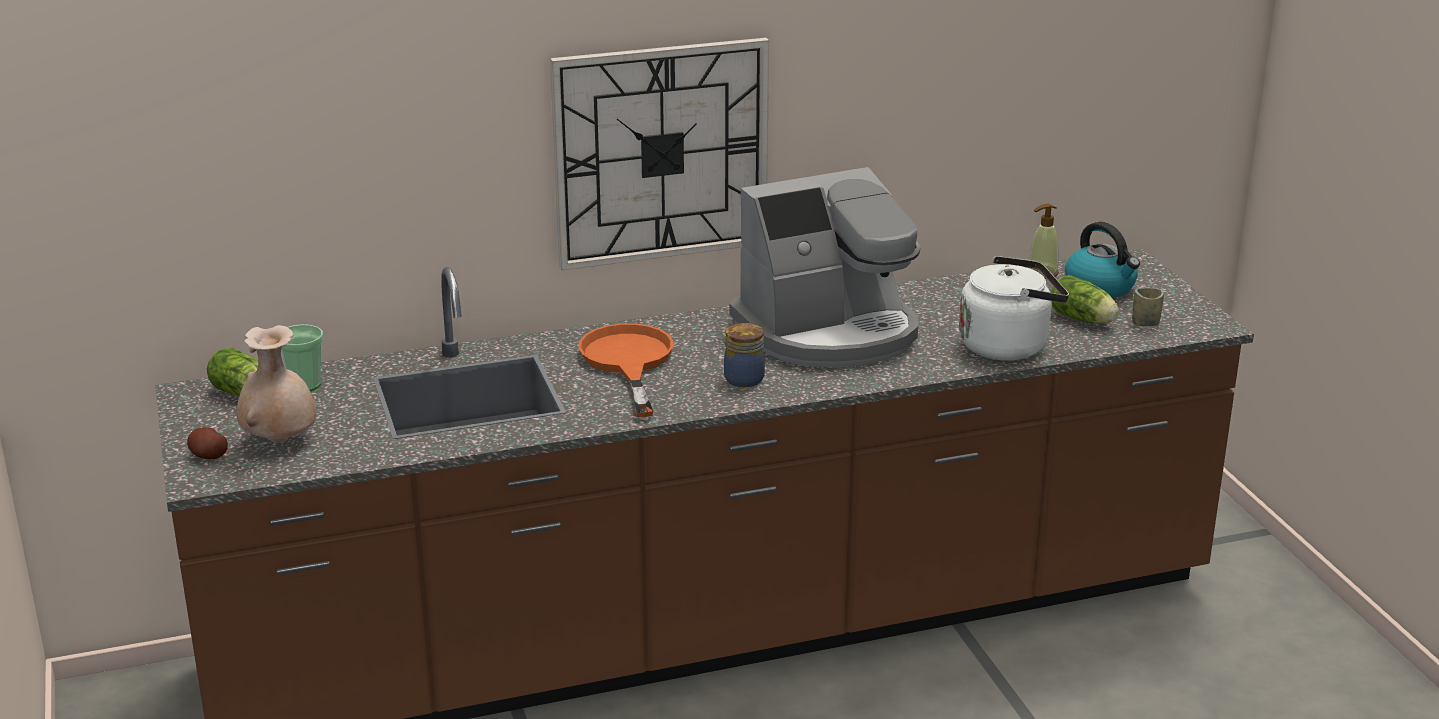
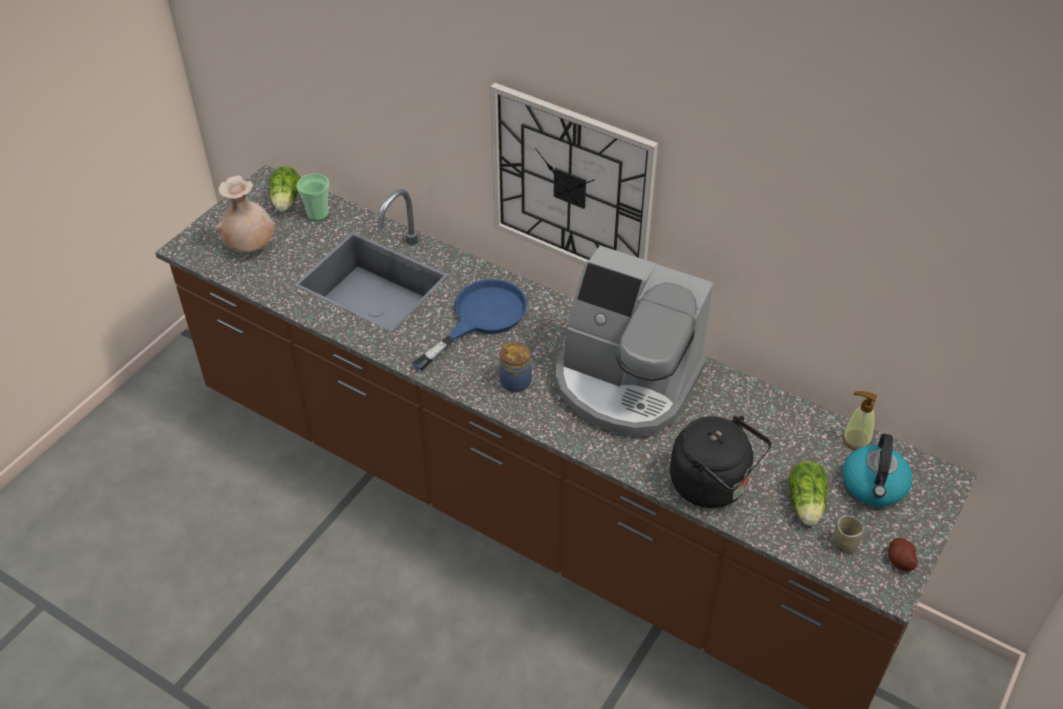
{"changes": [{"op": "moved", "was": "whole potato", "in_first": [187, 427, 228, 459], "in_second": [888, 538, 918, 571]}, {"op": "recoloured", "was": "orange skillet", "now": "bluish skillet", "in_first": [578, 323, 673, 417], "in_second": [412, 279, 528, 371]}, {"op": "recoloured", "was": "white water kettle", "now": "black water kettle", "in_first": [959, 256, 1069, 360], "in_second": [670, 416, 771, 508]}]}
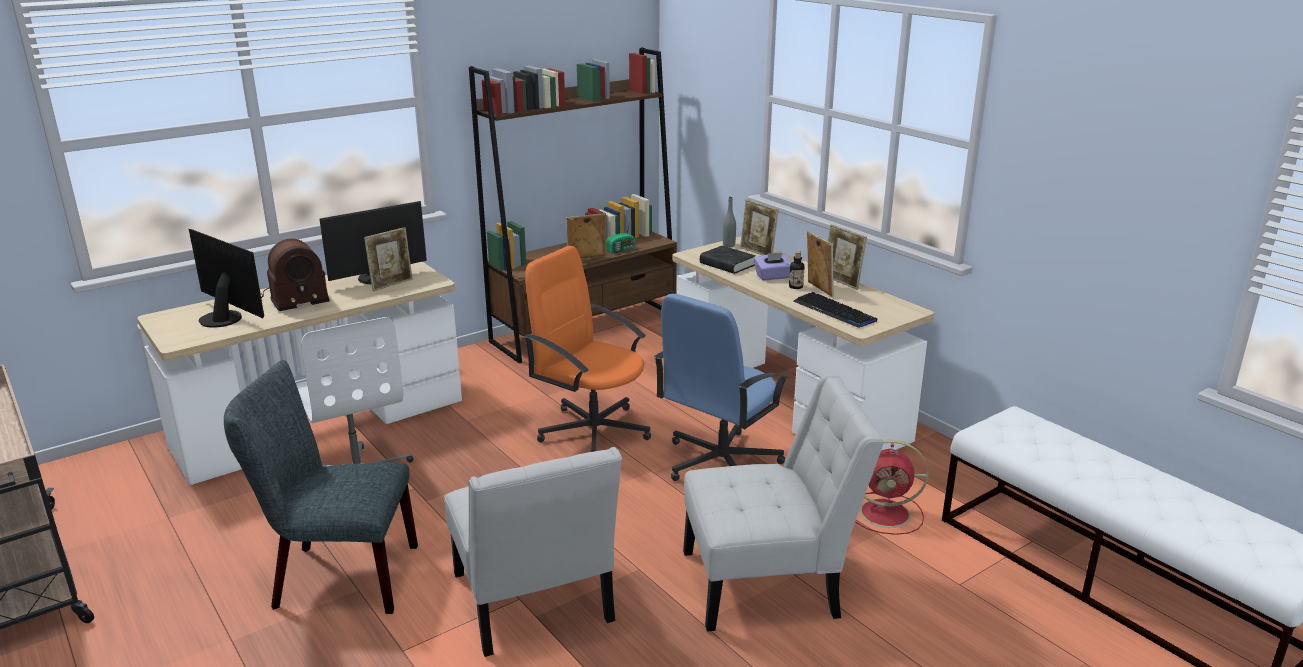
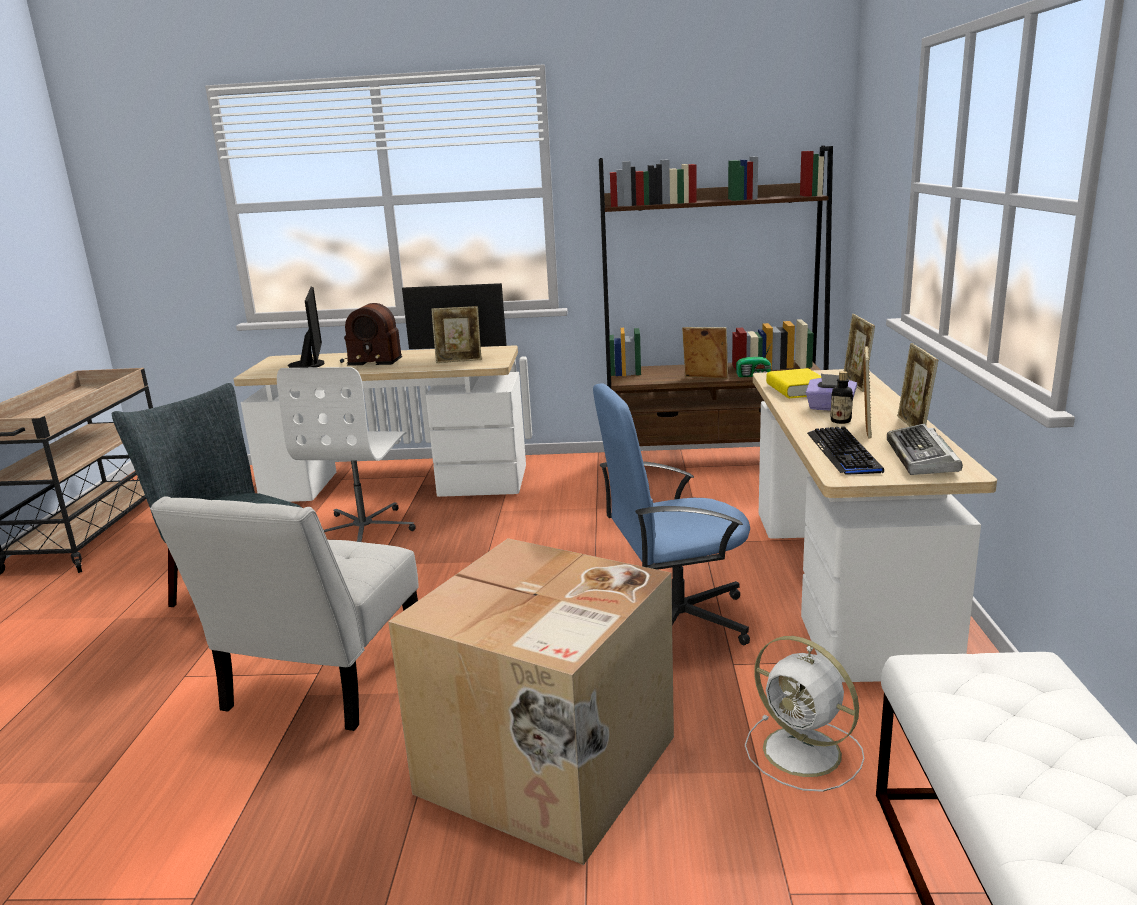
{"changes": [{"op": "removed", "was": "orange desk chair", "in_first": [524, 246, 651, 452]}, {"op": "removed", "was": "grey beverage bottle", "in_first": [723, 197, 736, 247]}, {"op": "added", "now": "keyboard", "in_second": [887, 424, 963, 475]}, {"op": "replaced", "was": "white plain chair", "now": "packing box", "in_first": [683, 375, 884, 632], "in_second": [388, 538, 674, 865]}, {"op": "recoloured", "was": "black volume", "now": "yellowish volume", "in_first": [700, 246, 756, 274], "in_second": [766, 368, 821, 398]}, {"op": "recoloured", "was": "red electric fan", "now": "white electric fan", "in_first": [855, 440, 928, 535], "in_second": [745, 636, 864, 792]}]}
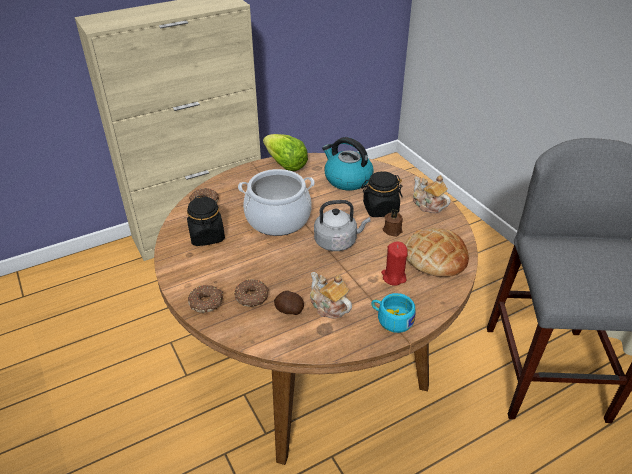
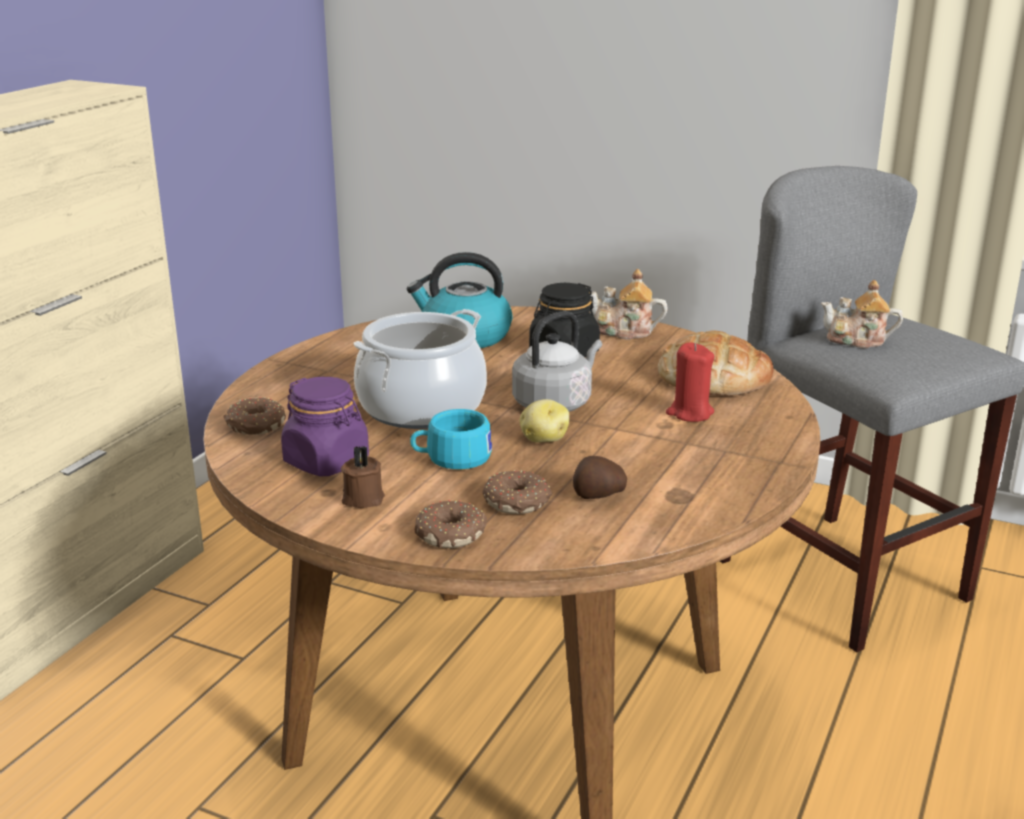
{"changes": [{"op": "removed", "was": "lettuce head", "in_first": [263, 134, 308, 171]}, {"op": "added", "now": "whole potato", "in_second": [520, 399, 569, 443]}, {"op": "moved", "was": "teapot", "in_first": [310, 272, 352, 319], "in_second": [821, 280, 903, 348]}, {"op": "moved", "was": "blue-green small cup", "in_first": [371, 293, 415, 333], "in_second": [410, 409, 492, 469]}, {"op": "moved", "was": "brown candle", "in_first": [383, 209, 403, 237], "in_second": [341, 446, 385, 508]}, {"op": "recoloured", "was": "black jar", "now": "purple-coloured jar", "in_first": [187, 195, 225, 246], "in_second": [281, 377, 369, 476]}]}
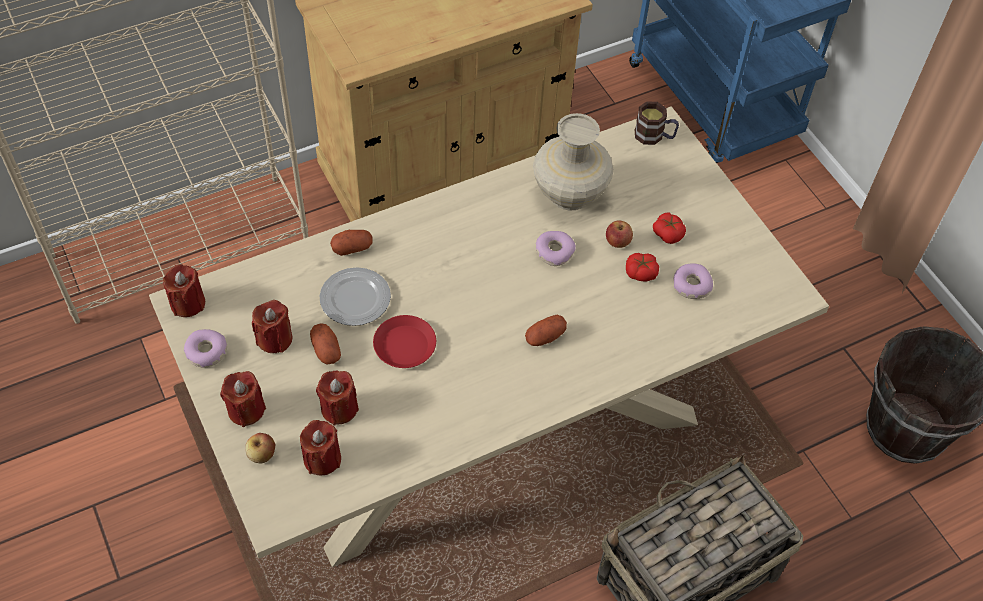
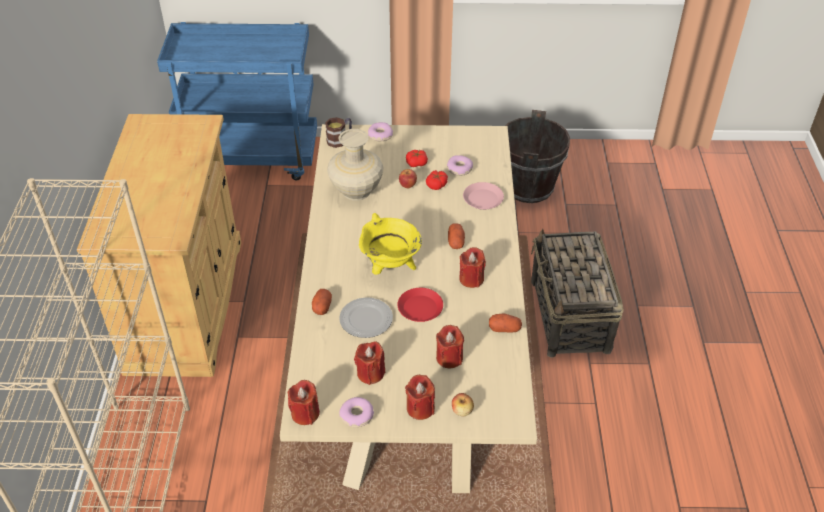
{"changes": [{"op": "added", "now": "yellowish saucepot", "in_second": [359, 213, 422, 275]}, {"op": "added", "now": "pink plate", "in_second": [463, 182, 504, 210]}, {"op": "moved", "was": "red candle", "in_first": [300, 420, 341, 475], "in_second": [459, 247, 486, 288]}, {"op": "moved", "was": "whole potato", "in_first": [310, 323, 341, 365], "in_second": [489, 314, 522, 332]}, {"op": "moved", "was": "donut", "in_first": [536, 231, 576, 266], "in_second": [368, 122, 393, 141]}]}
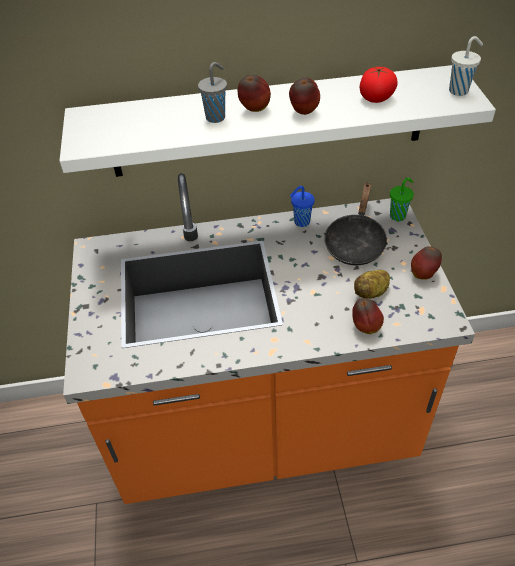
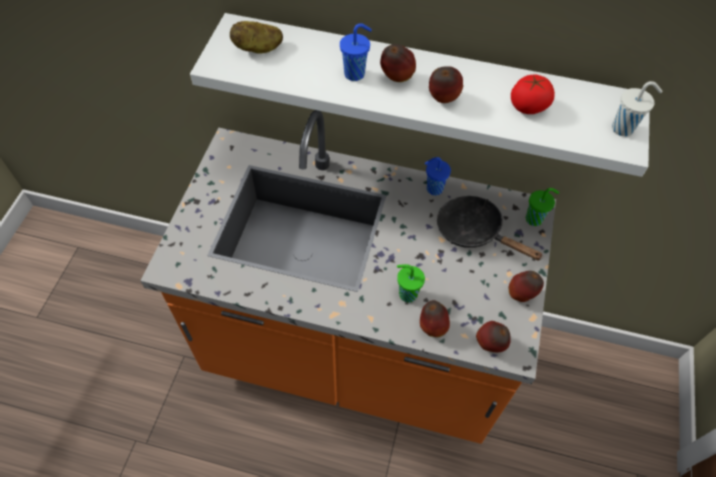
{"changes": [{"op": "added", "now": "greenish small cup", "in_second": [397, 264, 425, 303]}, {"op": "added", "now": "apple fruit", "in_second": [476, 321, 511, 353]}, {"op": "moved", "was": "whole potato", "in_first": [354, 270, 390, 299], "in_second": [230, 21, 283, 54]}, {"op": "recoloured", "was": "grey small cup", "now": "bluish small cup", "in_first": [198, 62, 227, 123], "in_second": [340, 23, 372, 81]}, {"op": "turned", "was": "black skillet", "in_first": [324, 182, 388, 265], "in_second": [437, 196, 544, 260], "clockwise": 90}]}
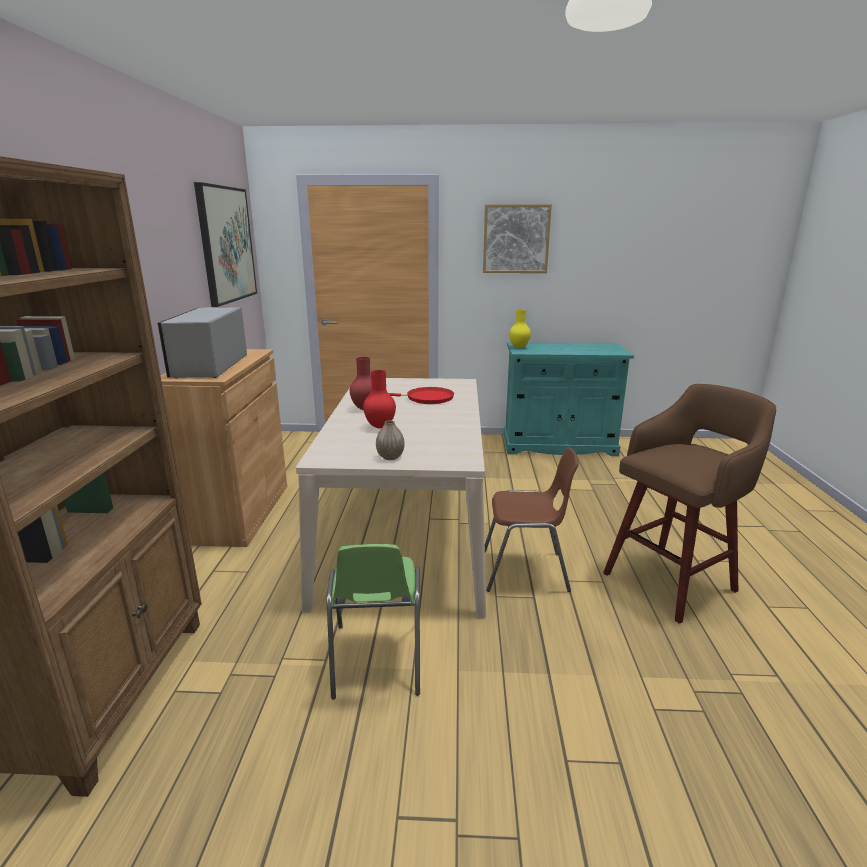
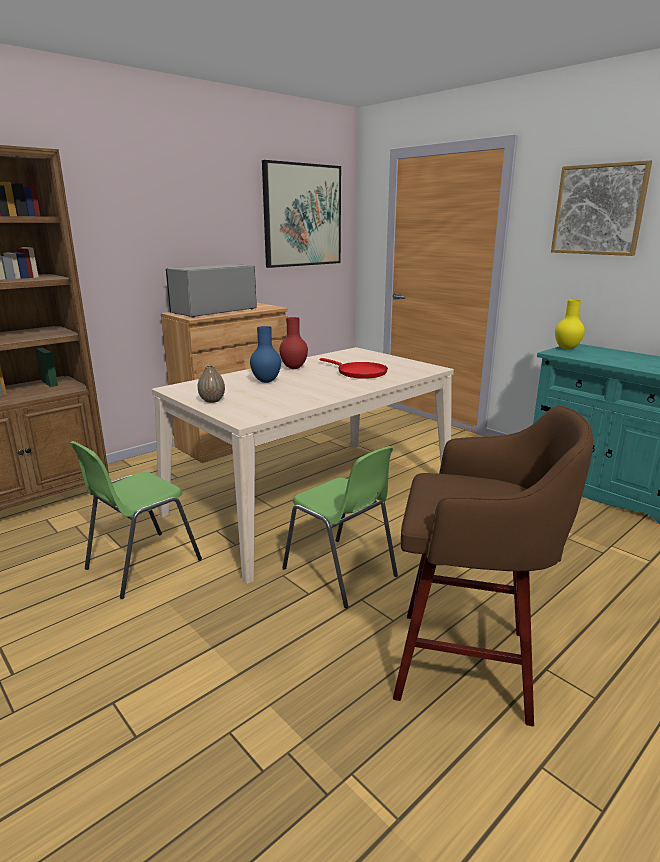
{"changes": [{"op": "recoloured", "was": "red decorative vase", "now": "bluish decorative vase", "in_first": [363, 370, 396, 429], "in_second": [250, 326, 281, 383]}, {"op": "recoloured", "was": "brown plain chair", "now": "greenish plain chair", "in_first": [485, 447, 579, 592], "in_second": [282, 446, 398, 608]}]}
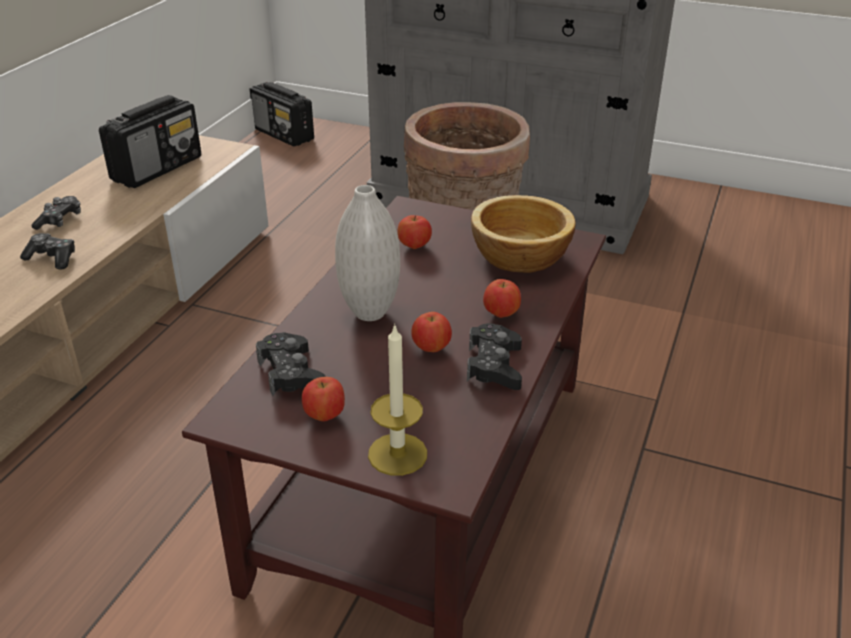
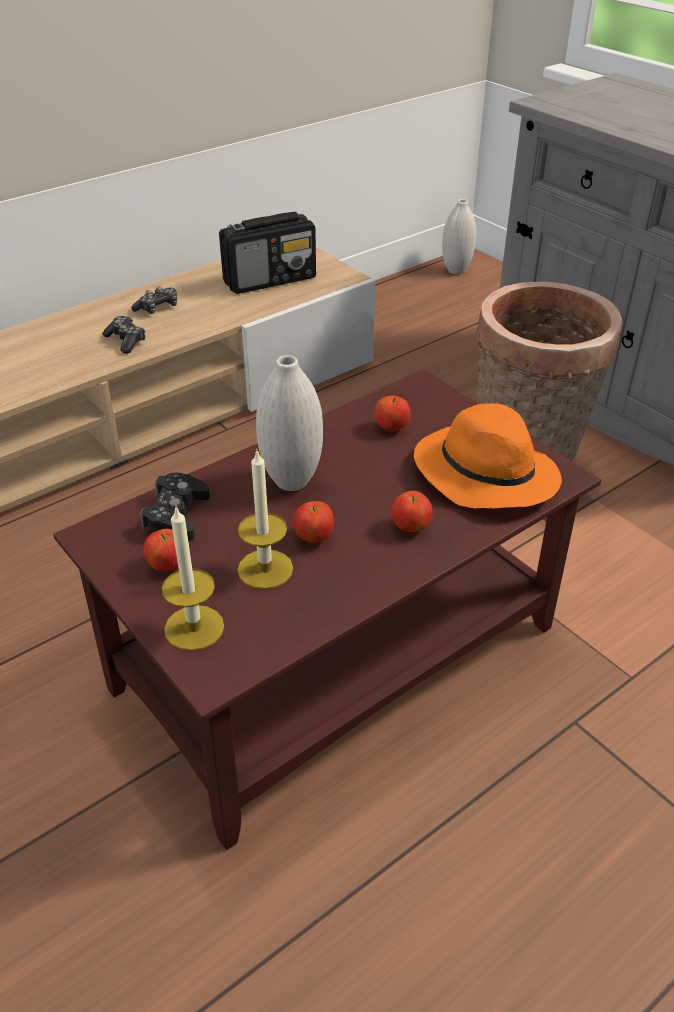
{"changes": [{"op": "removed", "was": "black joypad", "in_first": [467, 323, 522, 390]}, {"op": "added", "now": "candle", "in_second": [238, 449, 293, 589]}, {"op": "replaced", "was": "radio", "now": "white decorative vase", "in_first": [249, 82, 314, 147], "in_second": [442, 199, 476, 274]}, {"op": "replaced", "was": "deep dish", "now": "orange clothing hat", "in_first": [471, 195, 576, 273], "in_second": [414, 403, 562, 508]}]}
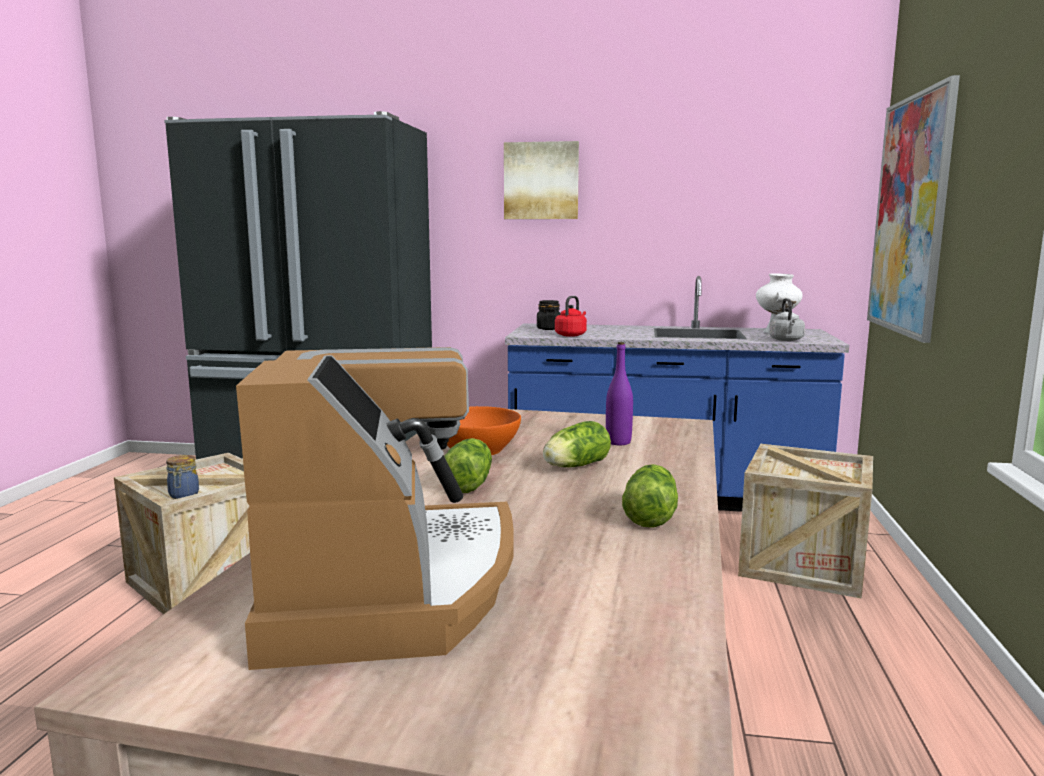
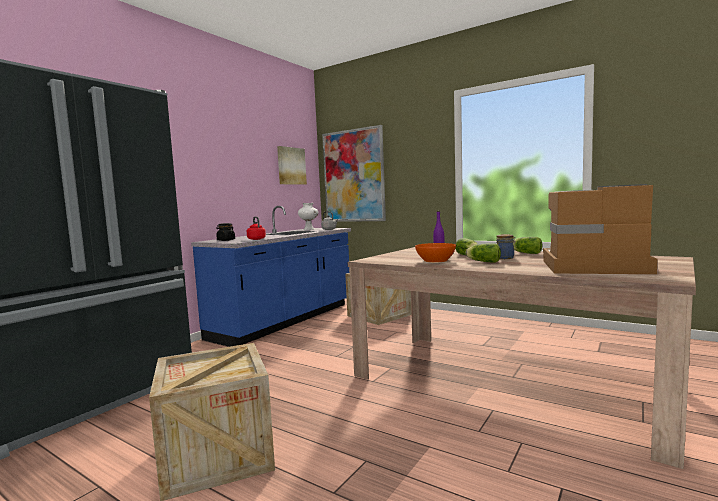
{"changes": [{"op": "moved", "was": "jar", "in_first": [166, 455, 199, 499], "in_second": [496, 234, 516, 259]}, {"op": "moved", "was": "picture", "in_first": [504, 141, 579, 219], "in_second": [277, 146, 307, 185]}]}
